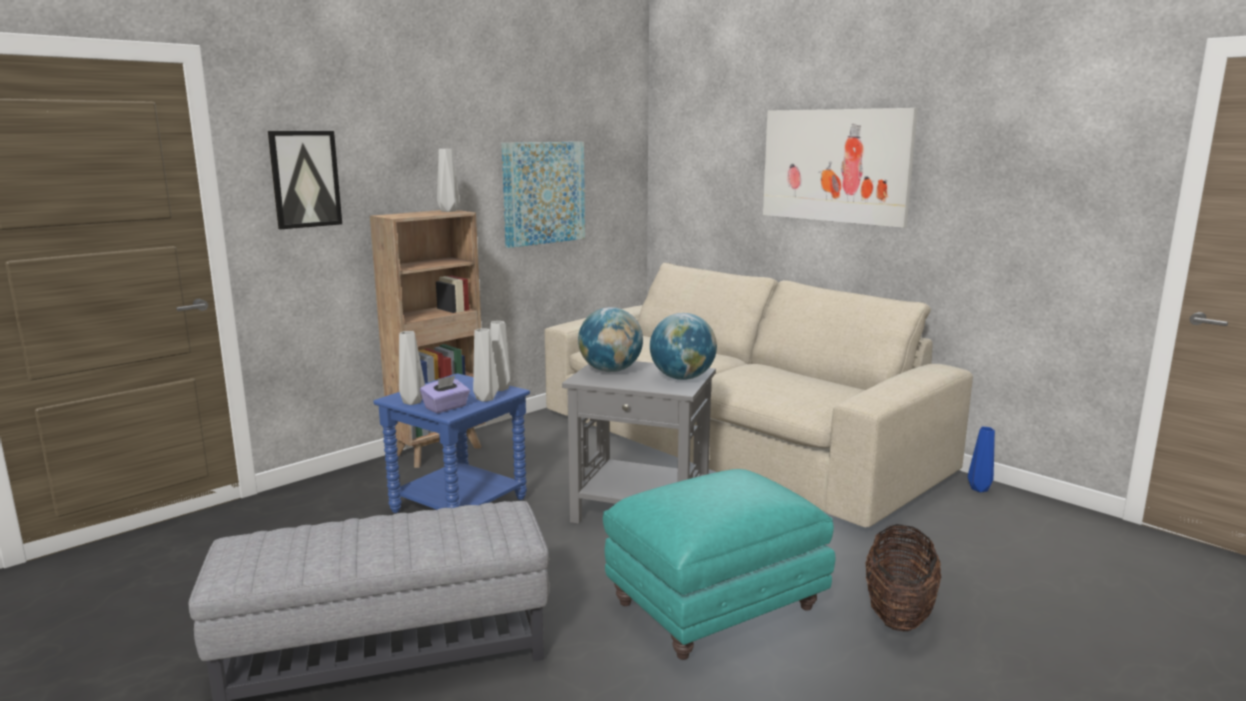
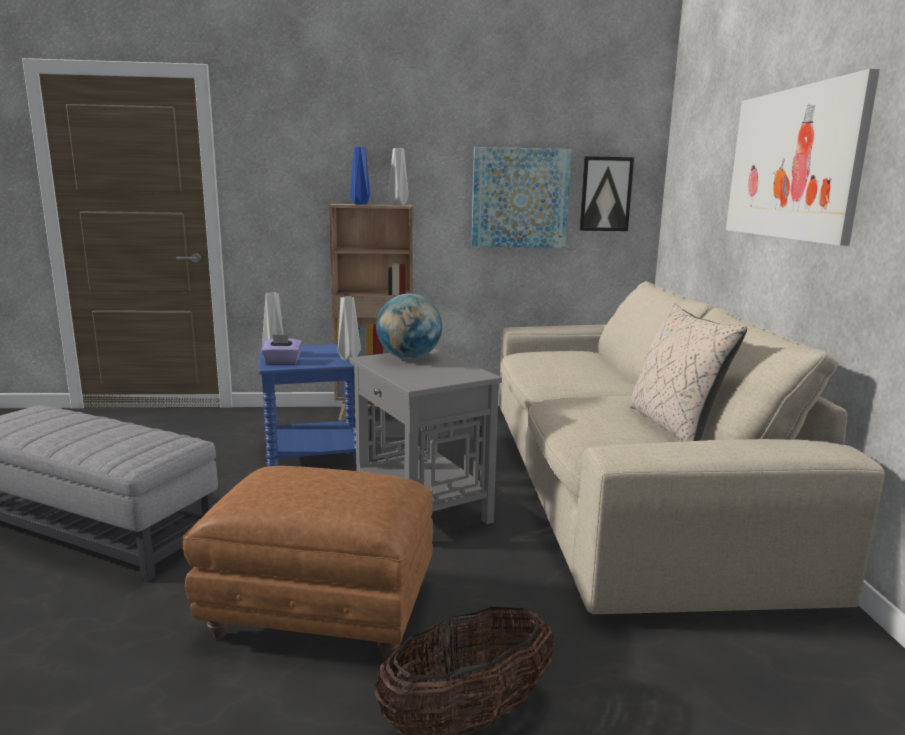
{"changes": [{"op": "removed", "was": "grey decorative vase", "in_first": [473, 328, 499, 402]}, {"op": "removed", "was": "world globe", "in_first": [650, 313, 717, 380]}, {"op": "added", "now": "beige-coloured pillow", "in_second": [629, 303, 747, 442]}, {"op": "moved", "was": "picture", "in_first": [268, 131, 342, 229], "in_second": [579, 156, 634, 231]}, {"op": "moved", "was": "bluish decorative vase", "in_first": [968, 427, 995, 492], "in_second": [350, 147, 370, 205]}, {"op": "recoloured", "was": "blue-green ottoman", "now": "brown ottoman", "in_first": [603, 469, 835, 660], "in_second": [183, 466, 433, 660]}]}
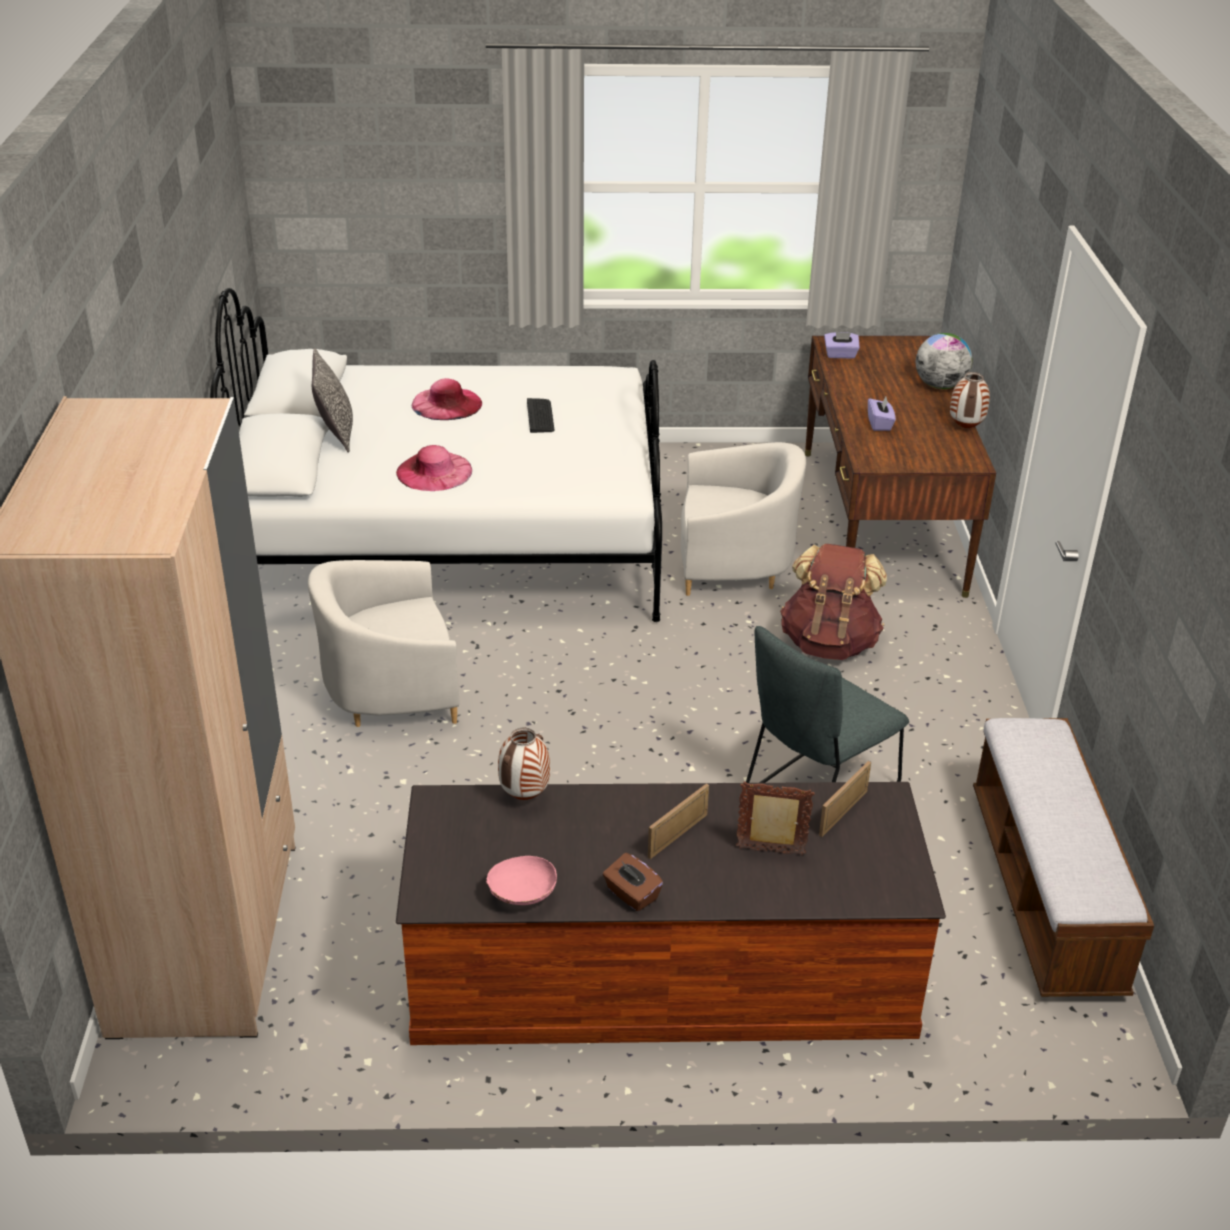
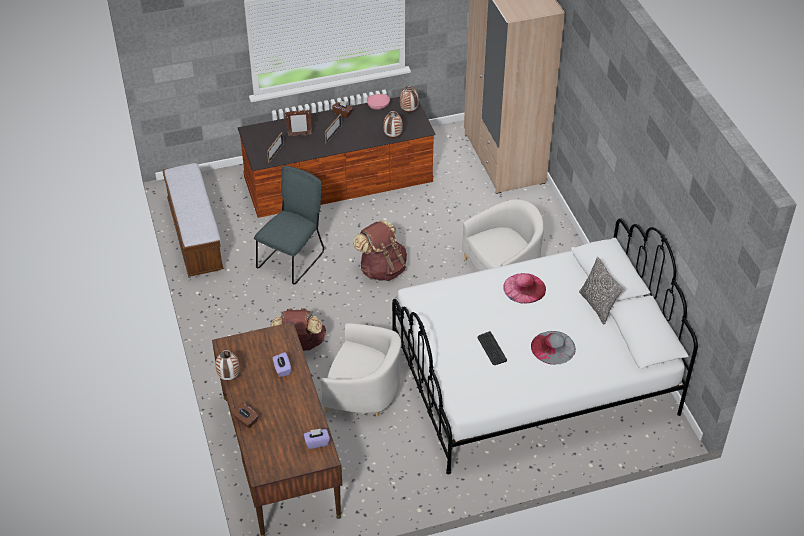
{"changes": [{"op": "added", "now": "brown rucksack", "in_second": [353, 220, 407, 281]}, {"op": "added", "now": "decorative vase", "in_second": [400, 86, 419, 113]}, {"op": "replaced", "was": "world globe", "now": "brown box of tissues", "in_first": [916, 333, 973, 389], "in_second": [232, 403, 259, 428]}, {"op": "recoloured", "was": "pink clothing hat", "now": "grey clothing hat", "in_first": [412, 378, 482, 420], "in_second": [531, 331, 576, 365]}, {"op": "turned", "was": "white armchair", "in_first": [681, 442, 806, 596], "in_second": [321, 323, 402, 417], "clockwise": -150}]}
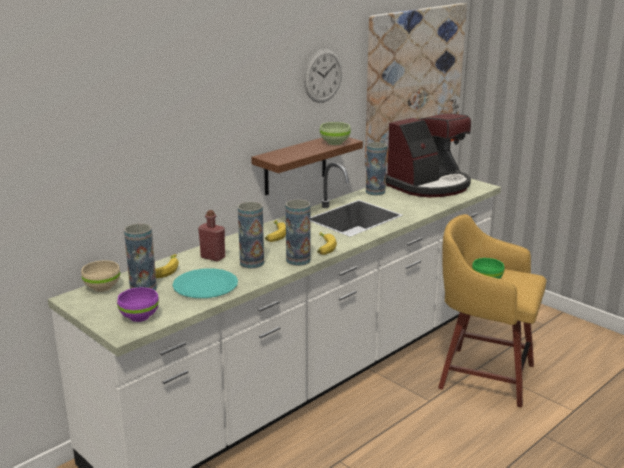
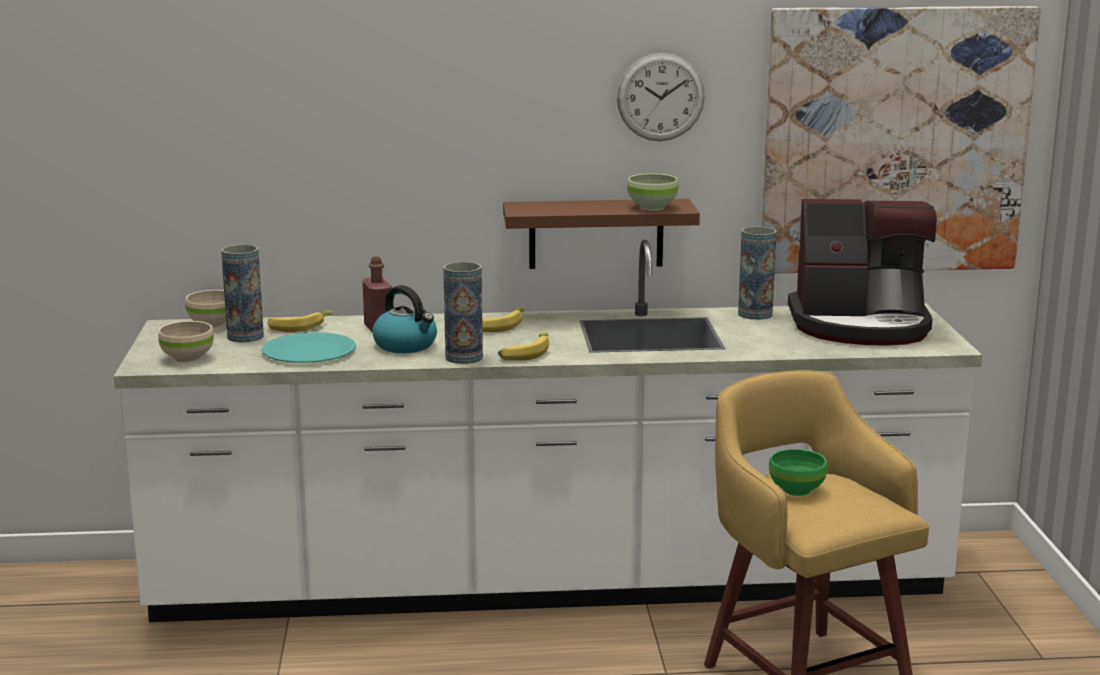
{"changes": [{"op": "replaced", "was": "decorative vase", "now": "water kettle", "in_first": [238, 202, 264, 269], "in_second": [372, 285, 437, 353]}, {"op": "recoloured", "was": "purple-coloured deep dish", "now": "beige-coloured deep dish", "in_first": [117, 287, 159, 322], "in_second": [158, 321, 214, 363]}]}
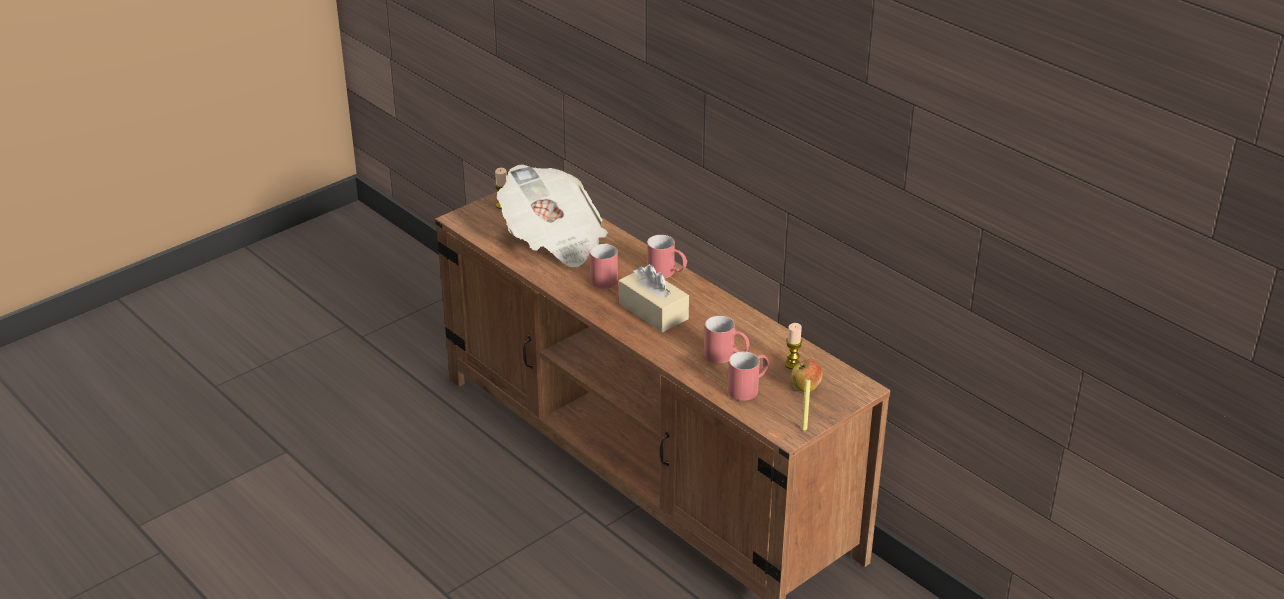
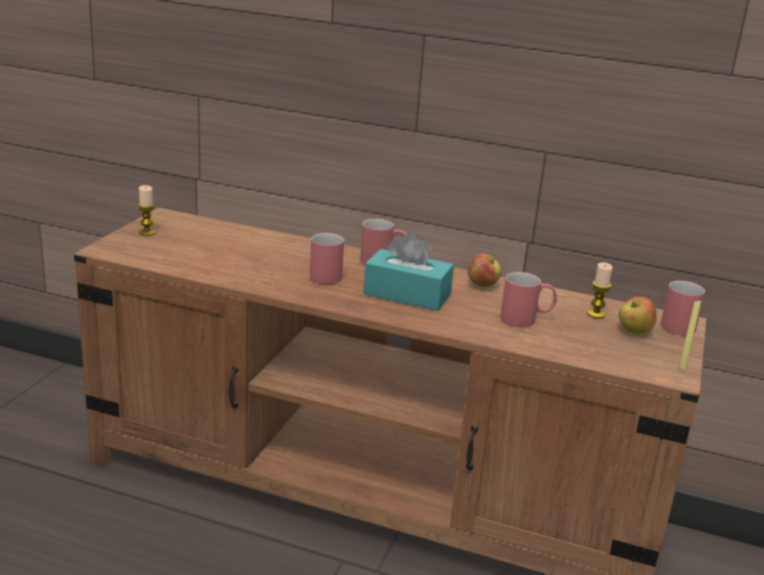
{"changes": [{"op": "removed", "was": "printed paper", "in_first": [497, 164, 608, 267]}, {"op": "added", "now": "apple fruit", "in_second": [467, 253, 501, 287]}, {"op": "moved", "was": "red mug", "in_first": [728, 351, 769, 401], "in_second": [661, 281, 705, 336]}, {"op": "recoloured", "was": "beige-coloured box of tissues", "now": "blue-green box of tissues", "in_first": [619, 264, 689, 332], "in_second": [363, 233, 454, 311]}]}
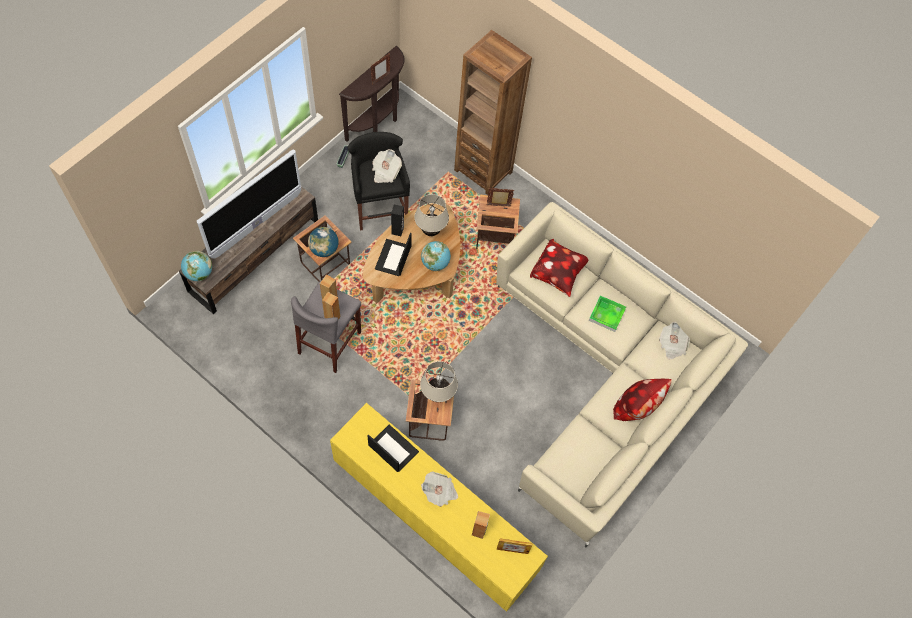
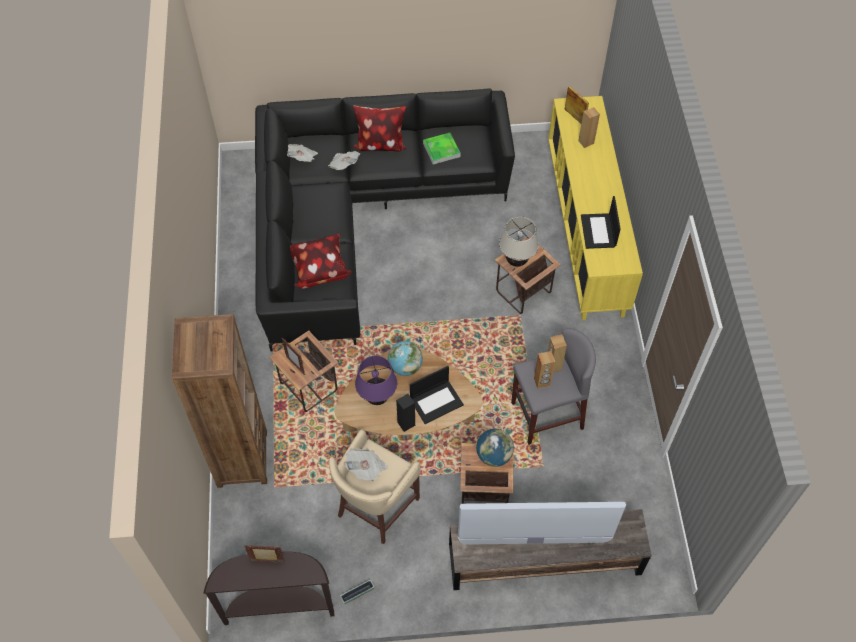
{"changes": [{"op": "removed", "was": "world globe", "in_first": [181, 251, 212, 281]}, {"op": "moved", "was": "printed paper", "in_first": [421, 472, 459, 507], "in_second": [328, 151, 360, 170]}, {"op": "moved", "was": "tray", "in_first": [589, 295, 626, 332], "in_second": [423, 133, 461, 165]}, {"op": "recoloured", "was": "black stool", "now": "beige-coloured stool", "in_first": [348, 132, 410, 230], "in_second": [329, 430, 421, 544]}, {"op": "recoloured", "was": "beige-coloured lamp for a table", "now": "purple-coloured lamp for a table", "in_first": [414, 194, 449, 236], "in_second": [355, 356, 397, 405]}, {"op": "recoloured", "was": "beige-coloured couch", "now": "black couch", "in_first": [496, 202, 748, 547], "in_second": [255, 88, 515, 352]}]}
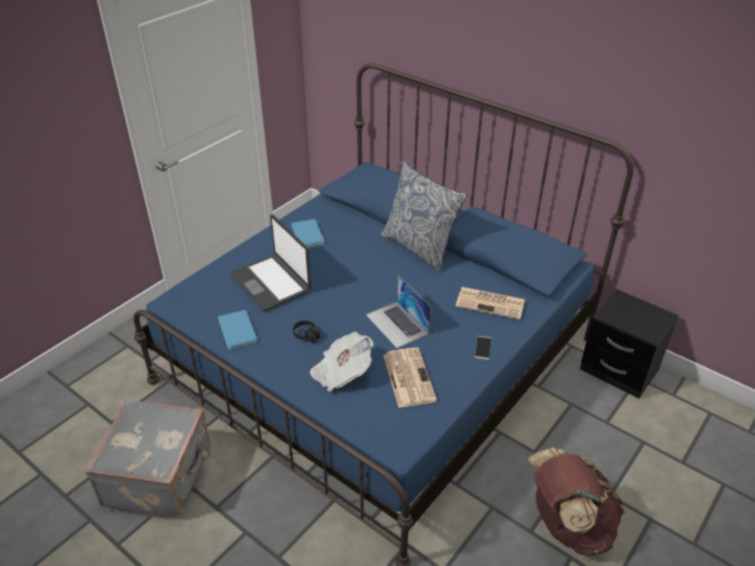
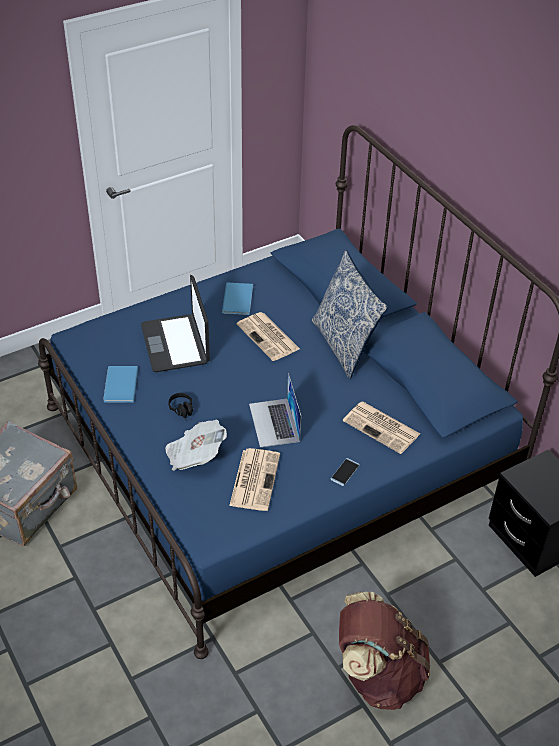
{"changes": [{"op": "added", "now": "printed paper", "in_second": [237, 312, 300, 361]}]}
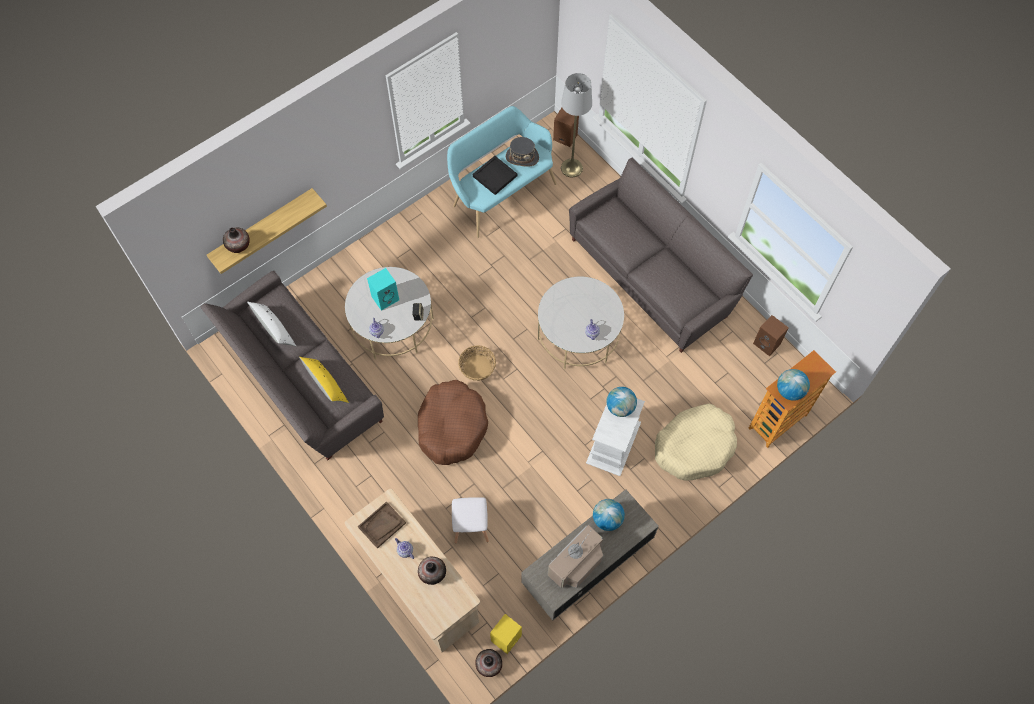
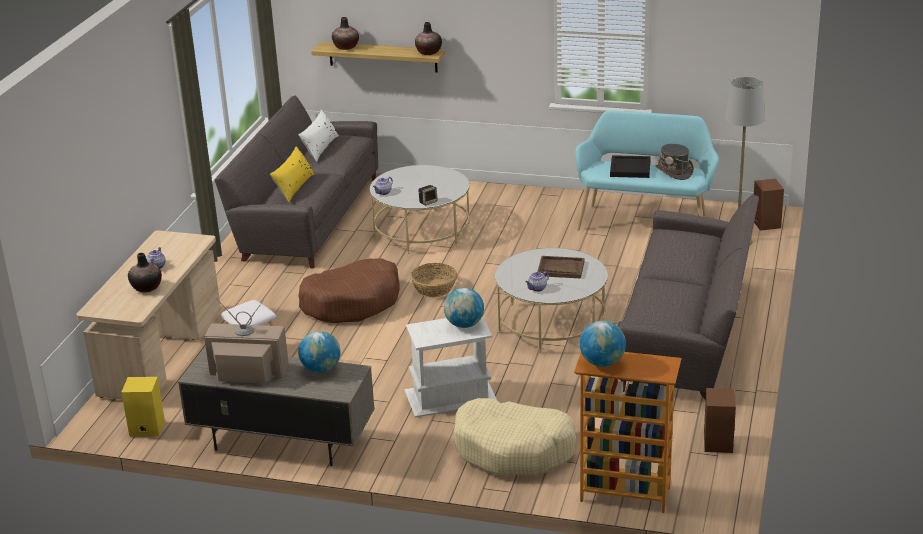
{"changes": [{"op": "removed", "was": "blue-green loudspeaker", "in_first": [367, 268, 399, 311]}, {"op": "moved", "was": "brown tray", "in_first": [358, 501, 406, 549], "in_second": [537, 256, 584, 279]}, {"op": "moved", "was": "decorative vase", "in_first": [475, 649, 502, 677], "in_second": [415, 22, 442, 55]}]}
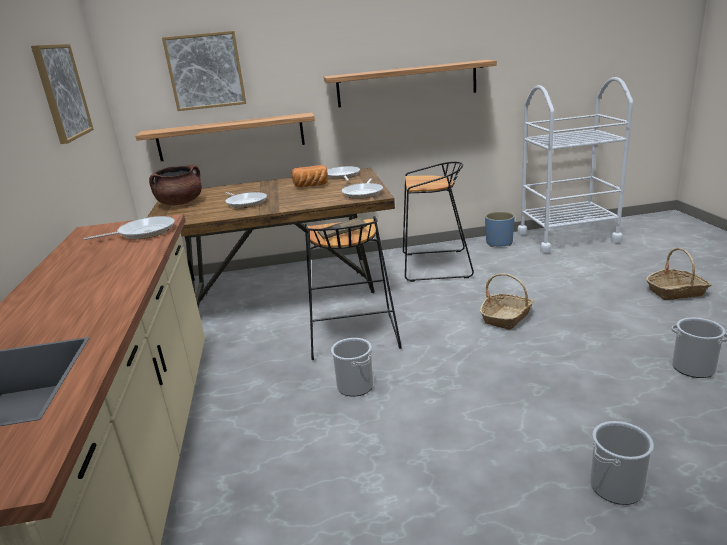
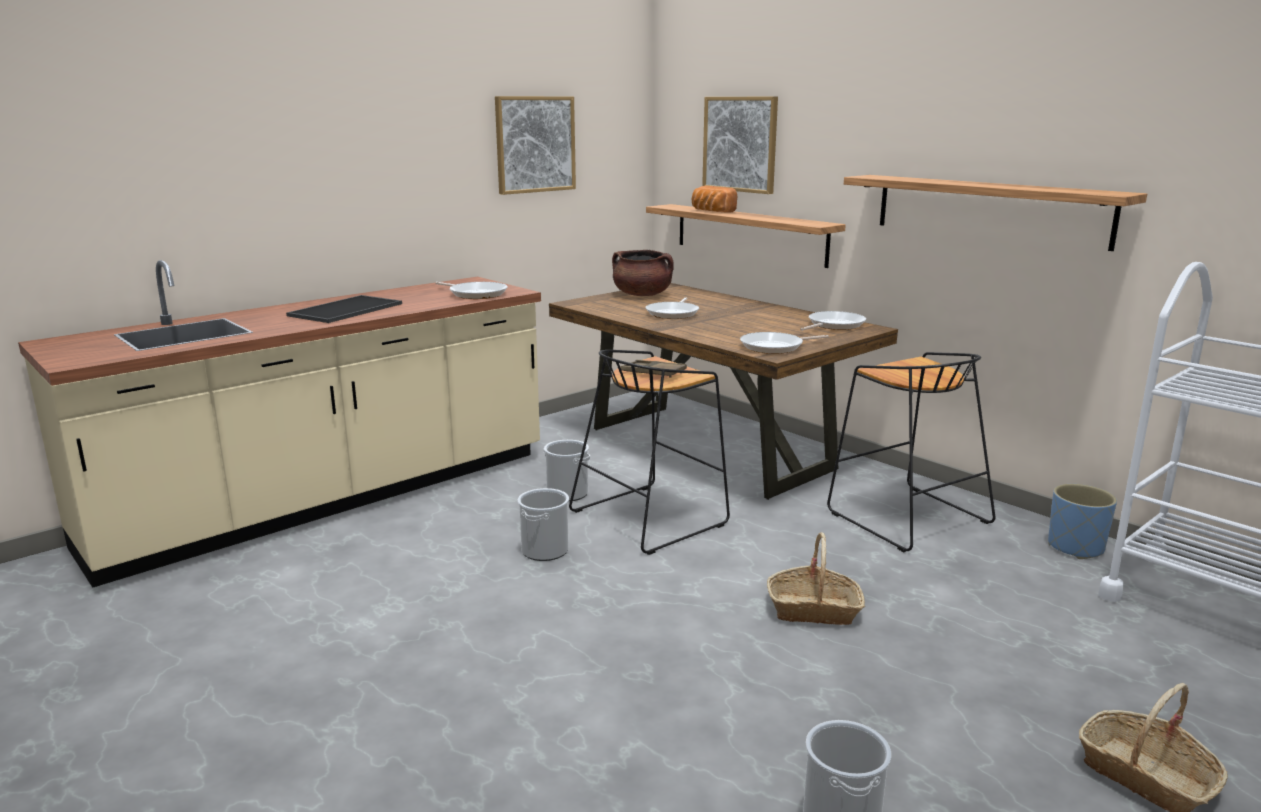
{"changes": [{"op": "added", "now": "tray", "in_second": [286, 295, 402, 323]}, {"op": "moved", "was": "bread", "in_first": [292, 165, 328, 188], "in_second": [692, 186, 737, 213]}, {"op": "moved", "was": "bucket", "in_first": [590, 421, 654, 505], "in_second": [543, 440, 590, 502]}]}
